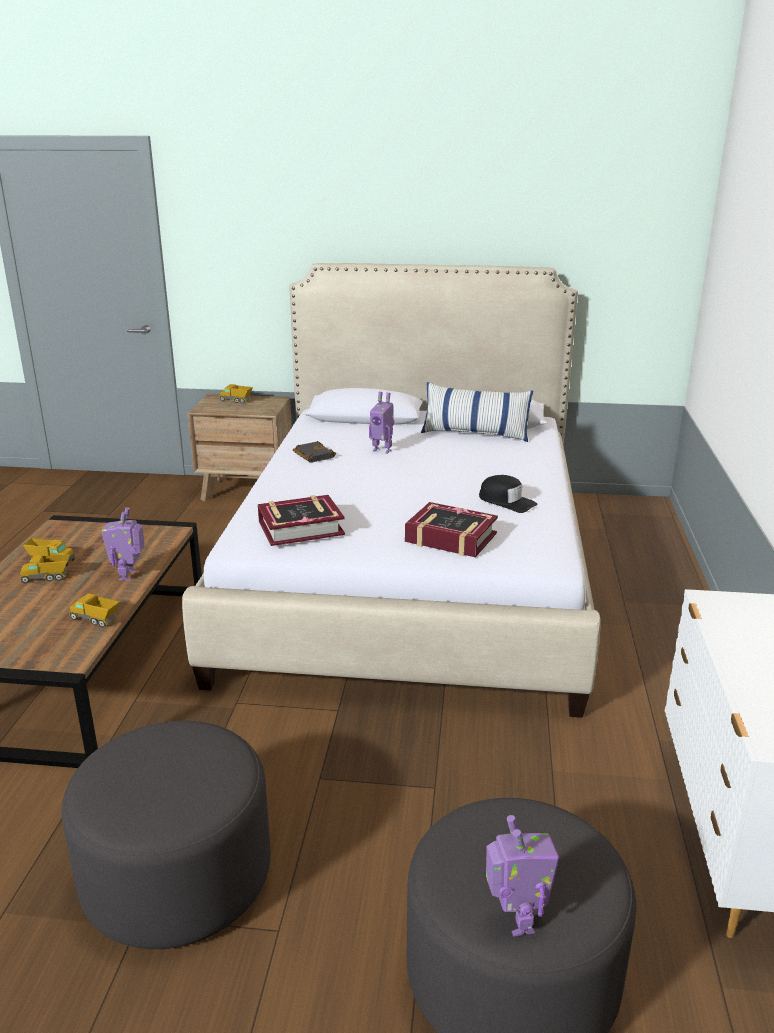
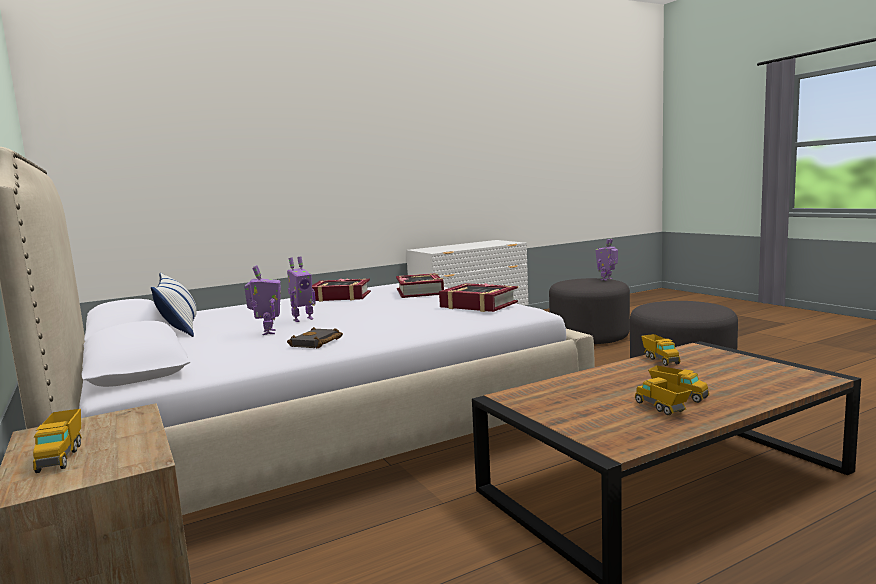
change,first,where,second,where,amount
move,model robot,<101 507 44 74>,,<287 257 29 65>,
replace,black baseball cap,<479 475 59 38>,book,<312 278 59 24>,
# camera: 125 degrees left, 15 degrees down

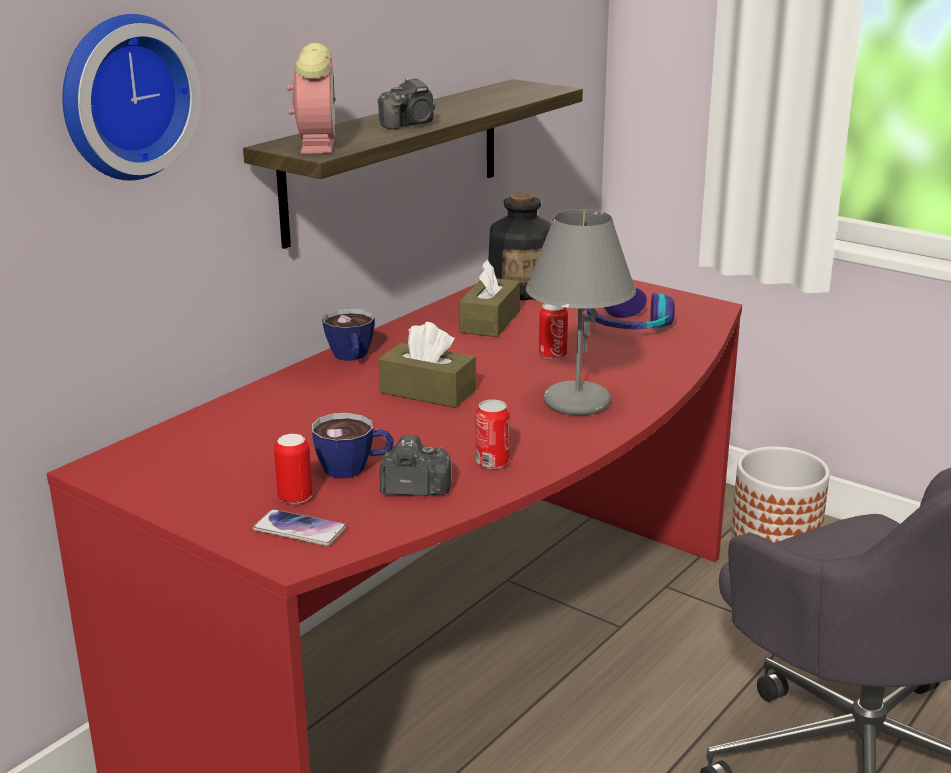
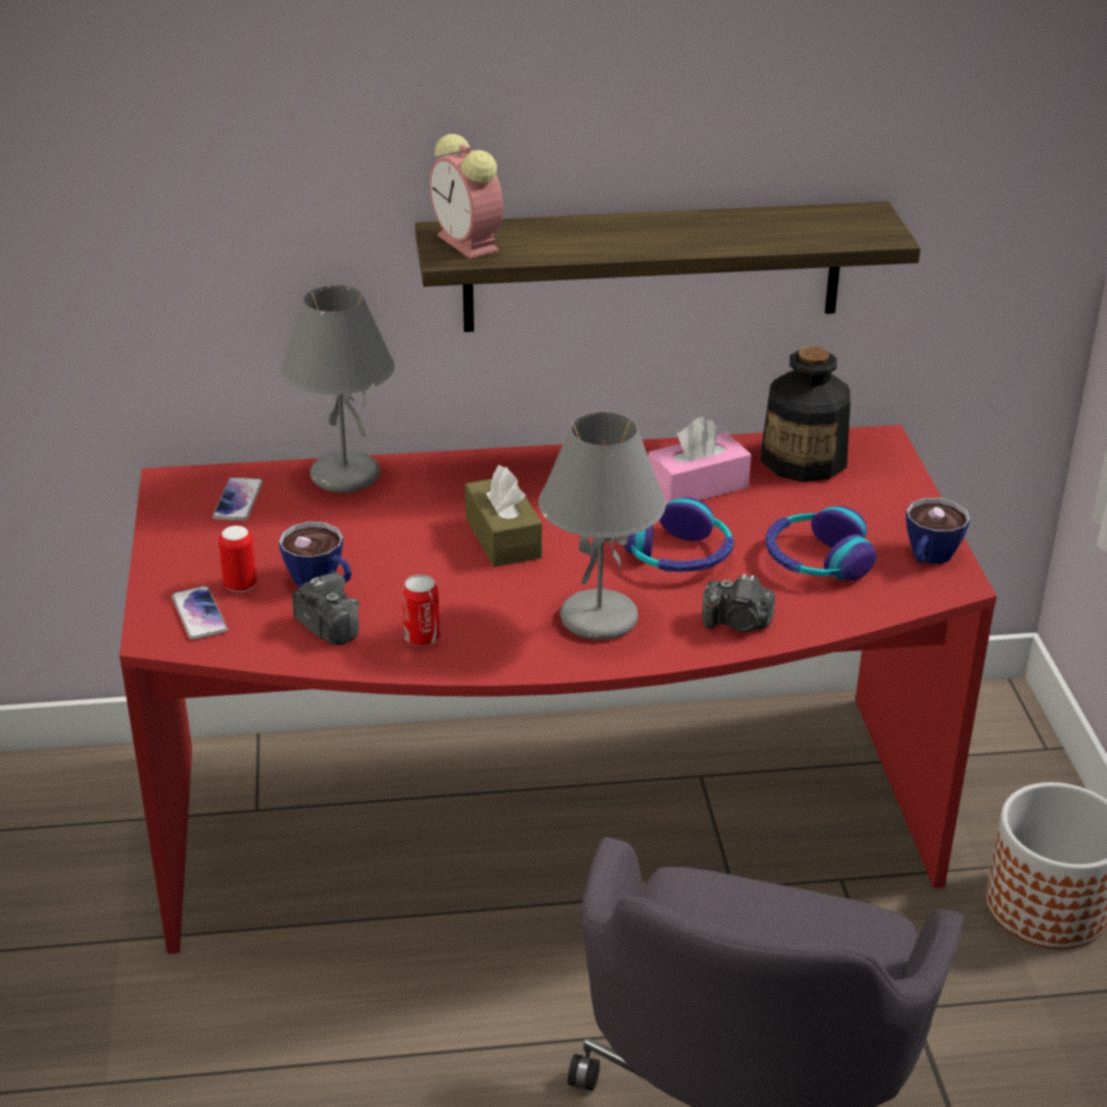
change,first,where,second,where,amount
insert,,,telephone,<213 477 50 44>,
insert,,,greyish lamp for a table,<281 285 114 208>,
rotate,table clock,<287 43 49 111>,,<430 134 73 125>,105 degrees clockwise
replace,sealed can,<539 303 29 56>,headphones,<624 497 110 75>,
recolor,brownish tissue box,<459 260 61 77>,pink-coloured tissue box,<648 417 103 87>,
move,still camera,<378 77 57 53>,,<702 574 73 58>,
move,drinking cup,<322 309 53 52>,,<906 498 64 66>,
delete,clock on the wall,<62 14 139 167>,,,
# camera: 45 degrees right, 10 degrees up

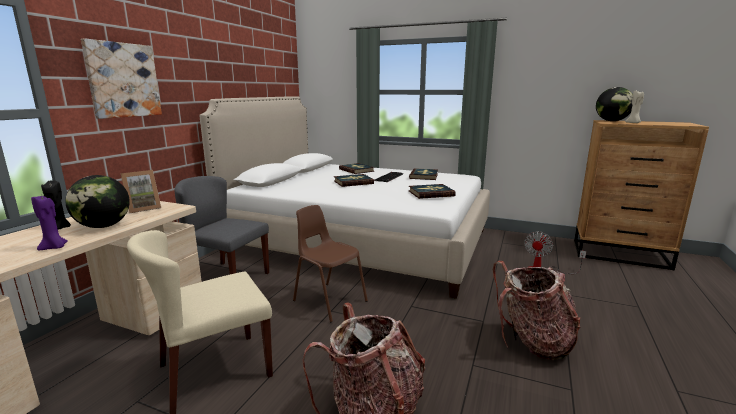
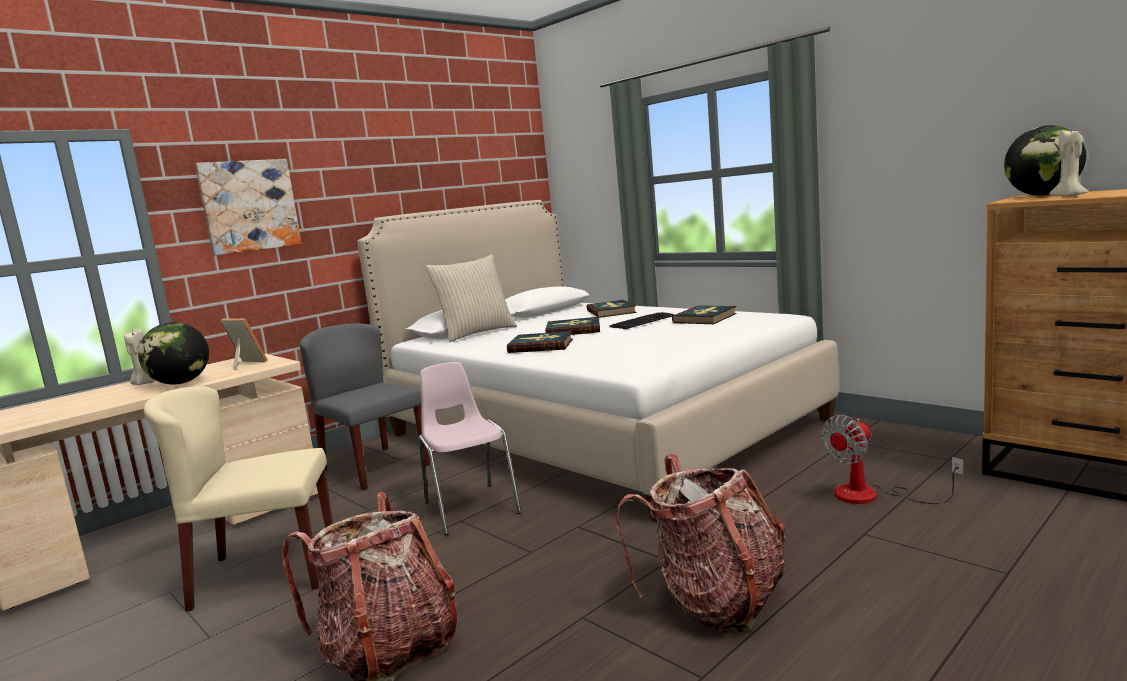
change,first,where,second,where,amount
recolor,black wax candle,<41 180 30 49>,sand-coloured wax candle,<124 329 30 56>,
rotate,standing frame,<121 170 40 43>,,<220 318 48 52>,135 degrees counterclockwise
recolor,brownish chair,<293 205 75 118>,pink-coloured chair,<418 362 104 173>,
insert,,,sand-coloured pillow,<425 254 92 88>,
move,book,<409 184 47 15>,,<507 331 66 22>,
delete,purple-coloured wax candle,<31 194 37 56>,,,
# camera: 25 degrees right, 5 degrees down

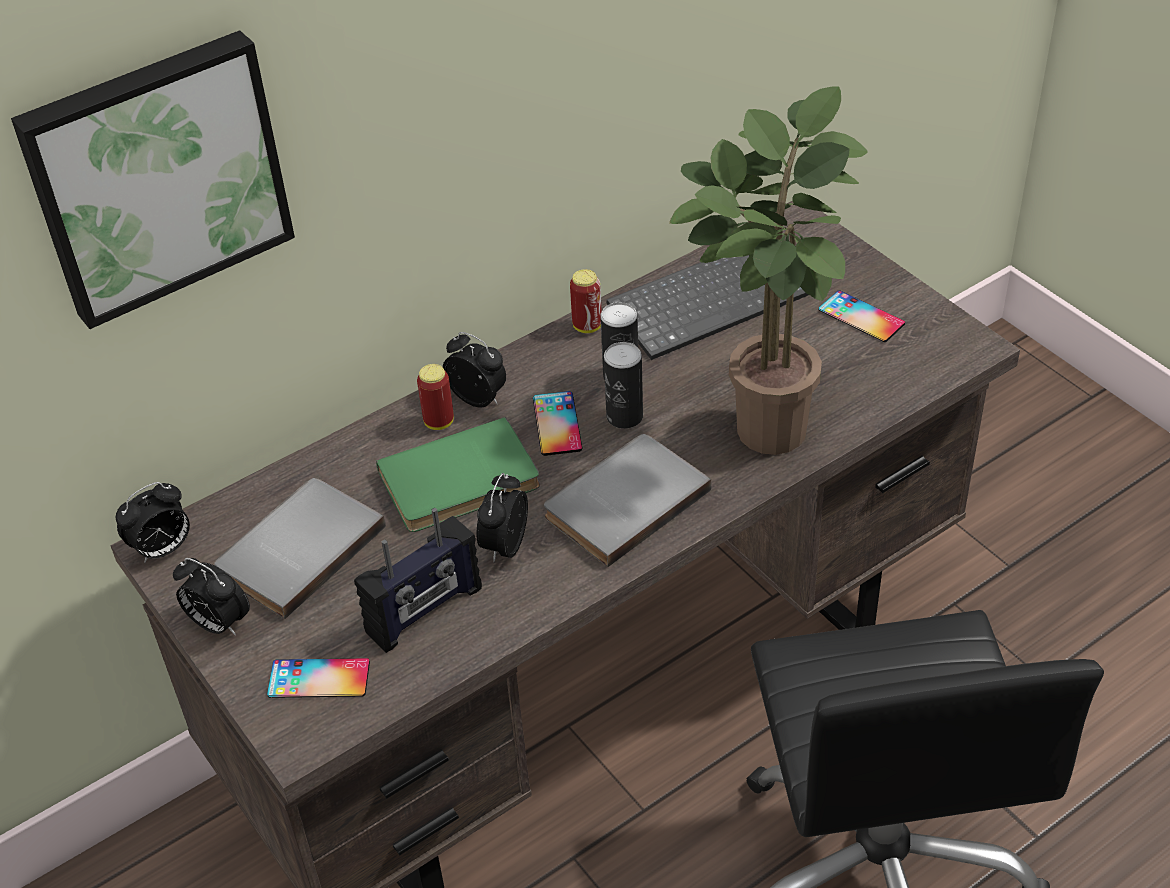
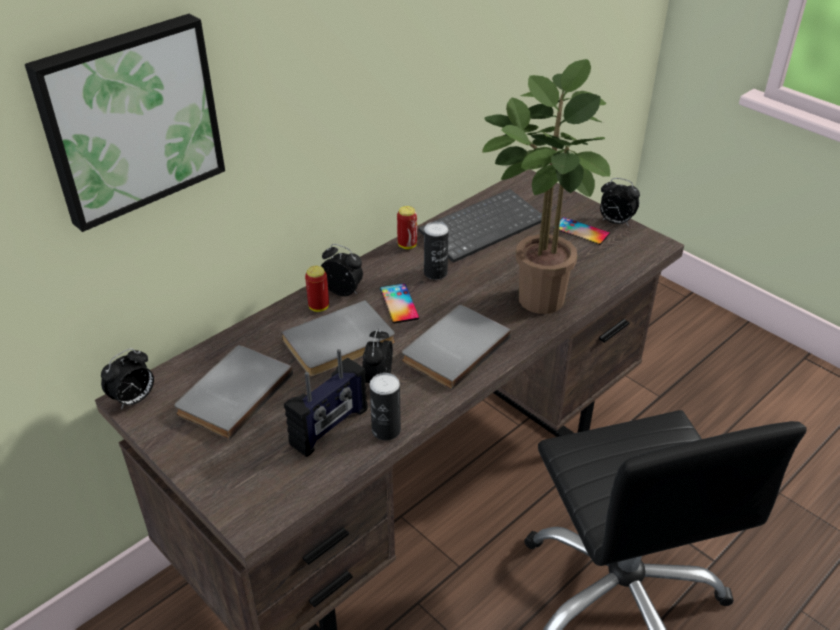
change,first,where,second,where,amount
recolor,greenish book,<376 417 164 115>,greyish book,<281 300 114 77>,
move,sealed can,<604 342 39 87>,,<370 373 31 67>,
move,table clock,<173 558 77 78>,,<600 178 40 48>,
delete,telephone,<267 658 103 40>,,,
# camera: 10 degrees left, 5 degrees down

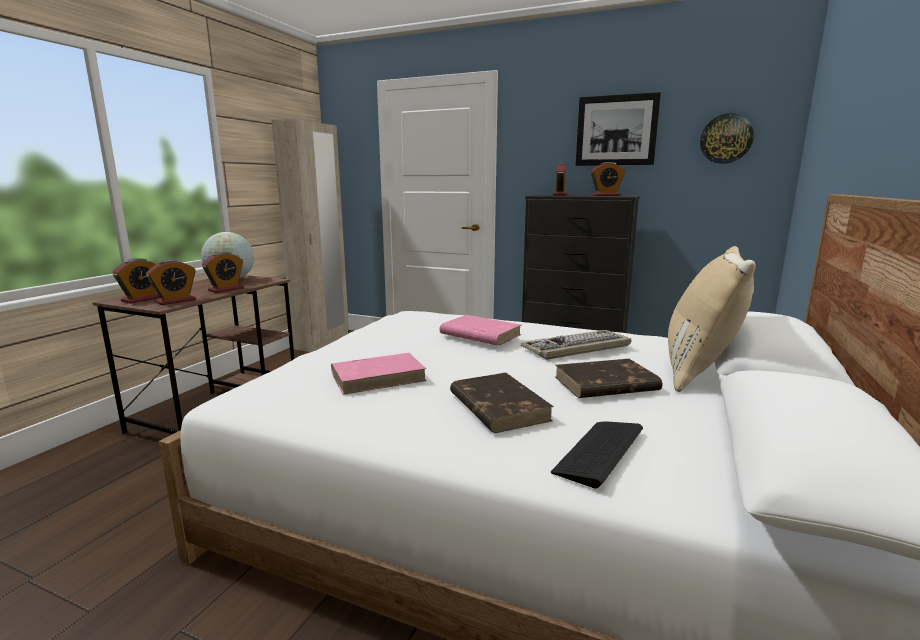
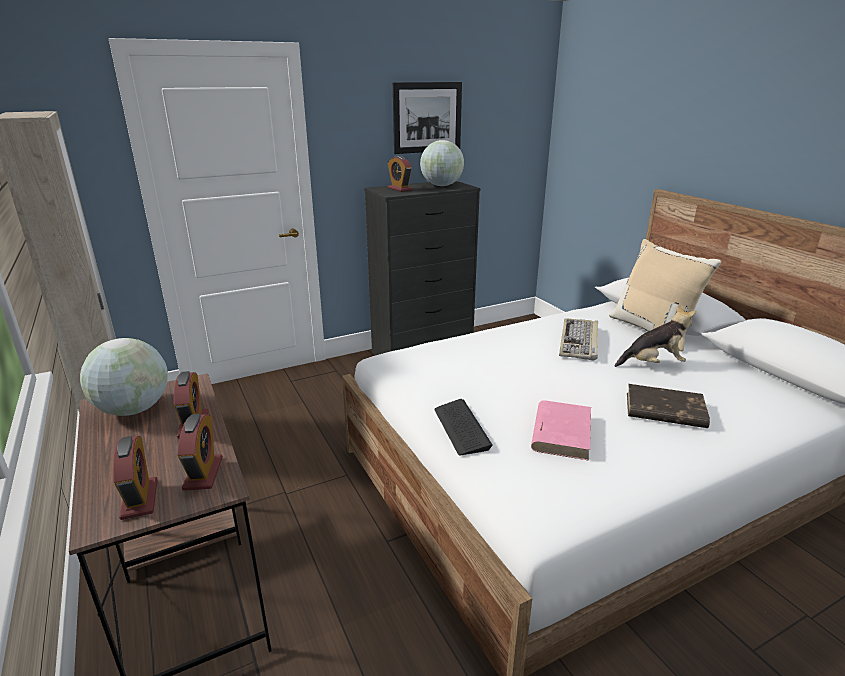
change,first,where,second,where,amount
replace,table clock,<591 162 34 34>,desk globe,<420 140 44 46>,
move,keyboard,<551 421 92 68>,,<434 399 59 56>,
replace,brownish book,<555 359 107 39>,soft toy,<615 304 82 63>,
delete,pink-coloured book,<439 315 82 31>,,,
delete,clock on the wall,<700 113 54 51>,,,
# camera: 50 degrees left, 10 degrees up

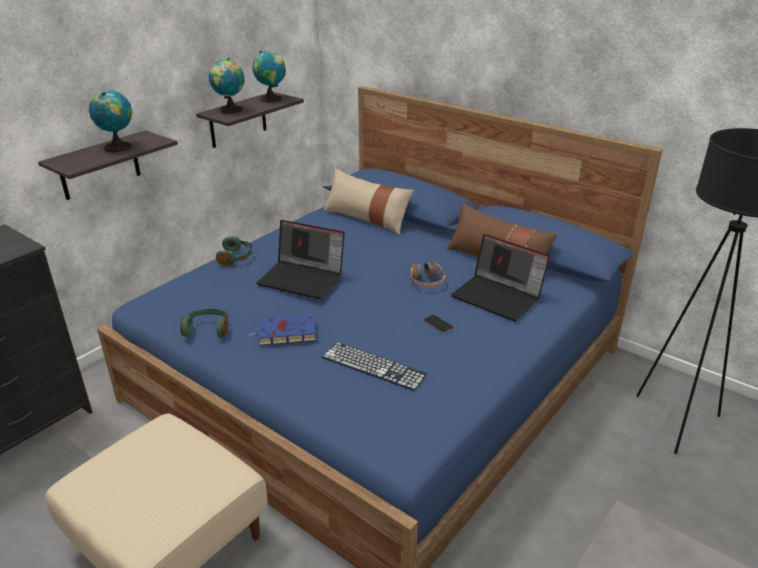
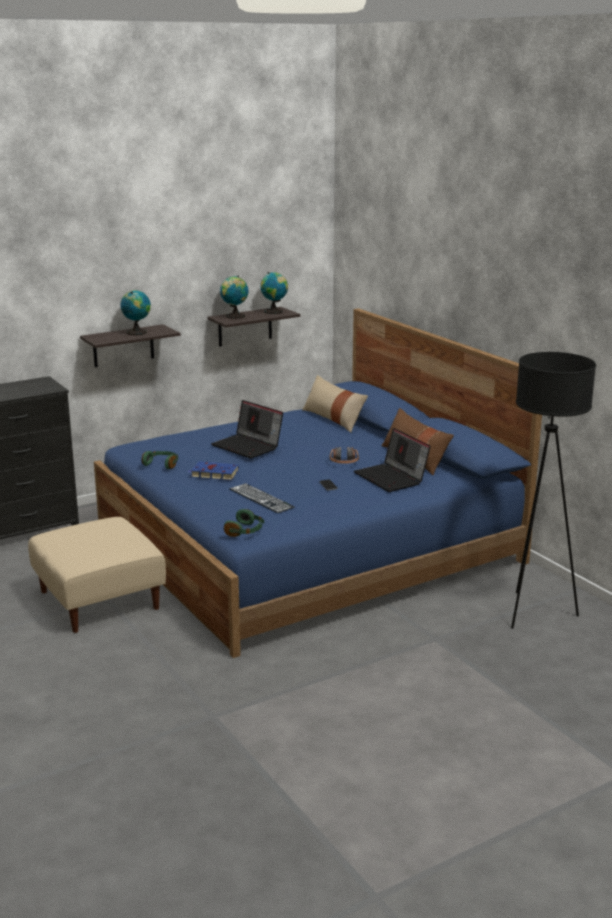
change,first,where,second,where,amount
move,greenish headphones,<216 236 36 30>,,<224 509 40 28>,
# camera: 20 degrees right, 10 degrees down

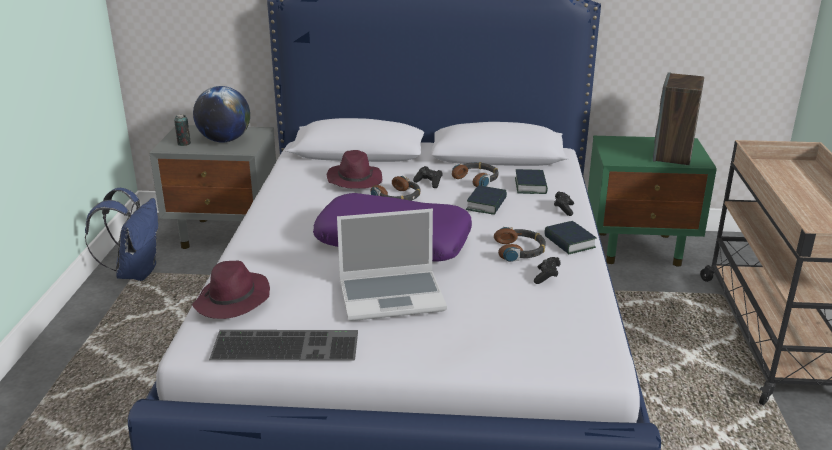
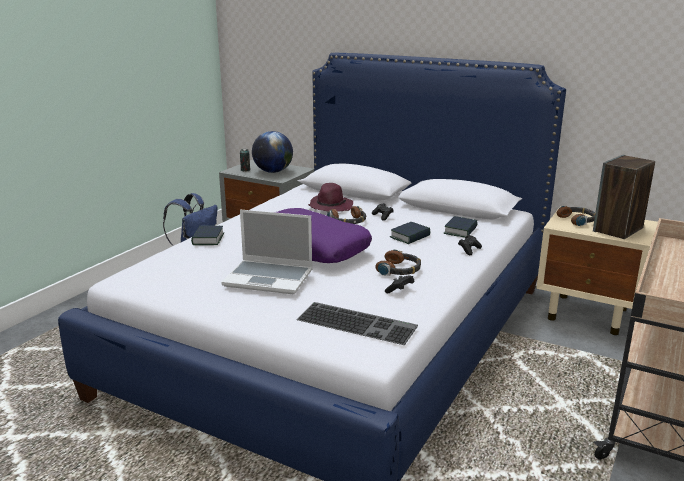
change,first,where,second,where,amount
move,book,<544 221 53 33>,,<191 226 33 19>,
move,keyboard,<209 330 149 30>,,<297 302 121 43>,
recolor,greenish bedside table,<588 136 129 131>,sand-coloured bedside table,<536 207 122 128>,
move,headphones,<452 162 47 25>,,<557 206 38 20>,
delete,purple-coloured wearable hat,<192 261 78 58>,,,
# camera: 25 degrees right, 5 degrees down

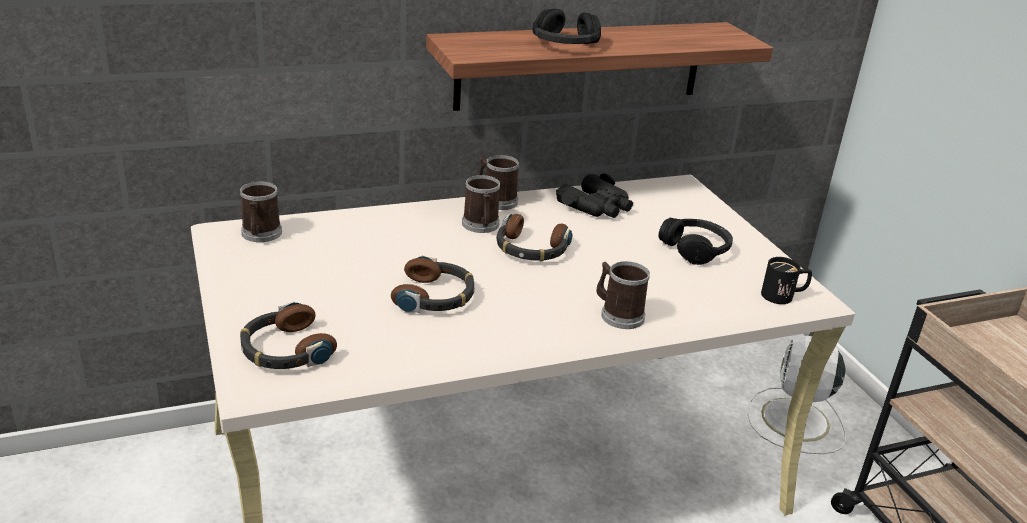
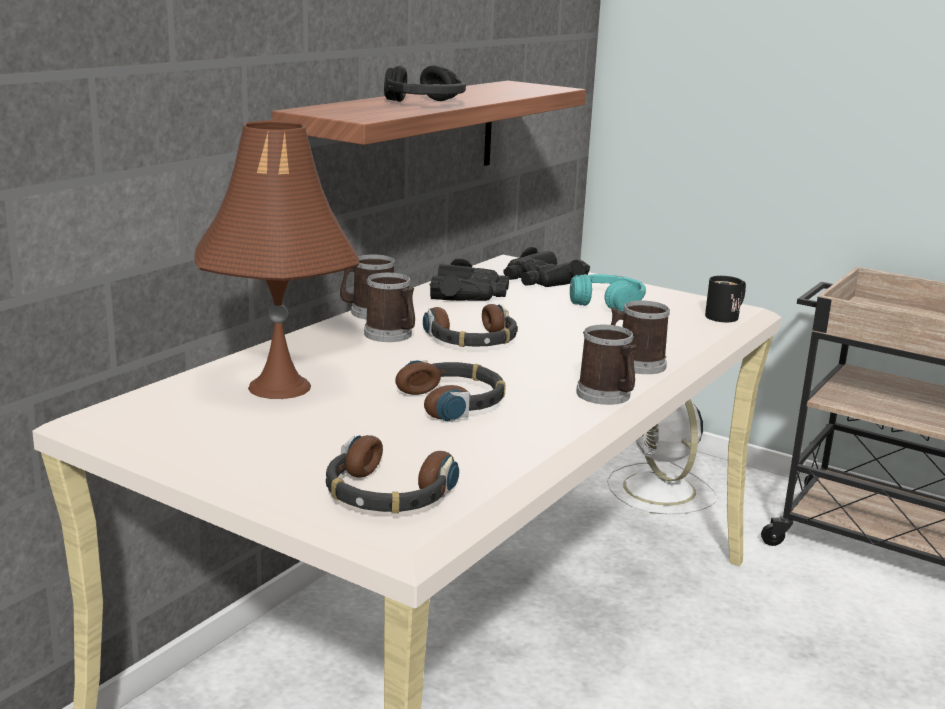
change,first,where,second,where,amount
insert,,,brownish lamp for a table,<195 120 164 279>,
insert,,,black binoculars,<504 247 86 40>,
recolor,black headphones,<659 217 74 48>,turquoise headphones,<570 274 76 37>,
move,mug,<240 181 42 61>,,<576 325 60 80>,
# camera: 35 degrees left, 10 degrees down

